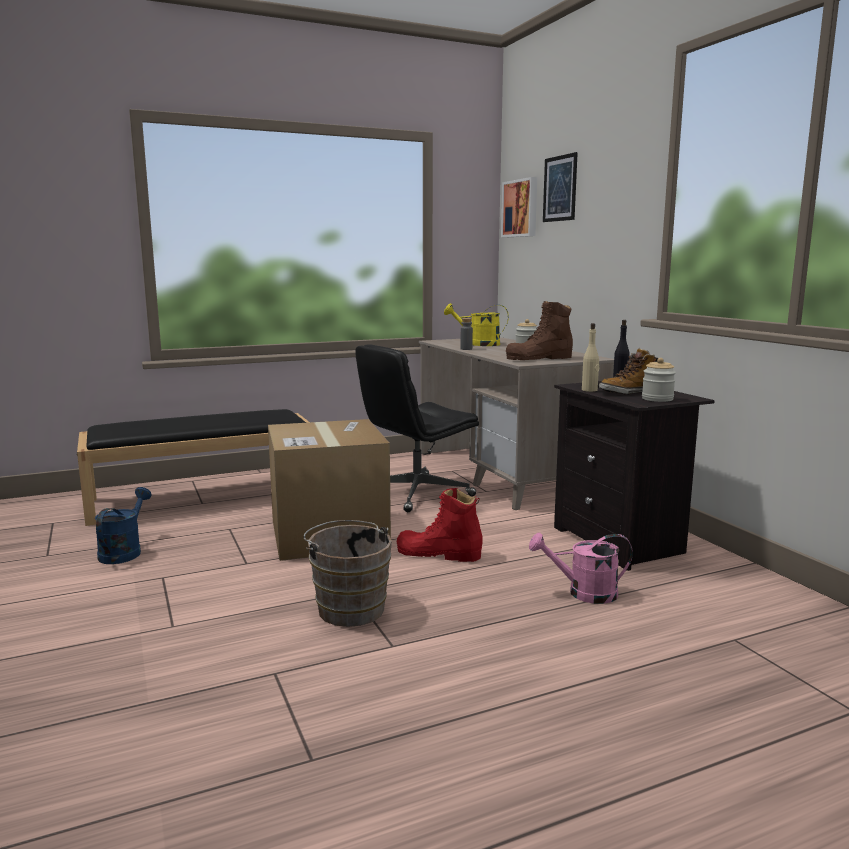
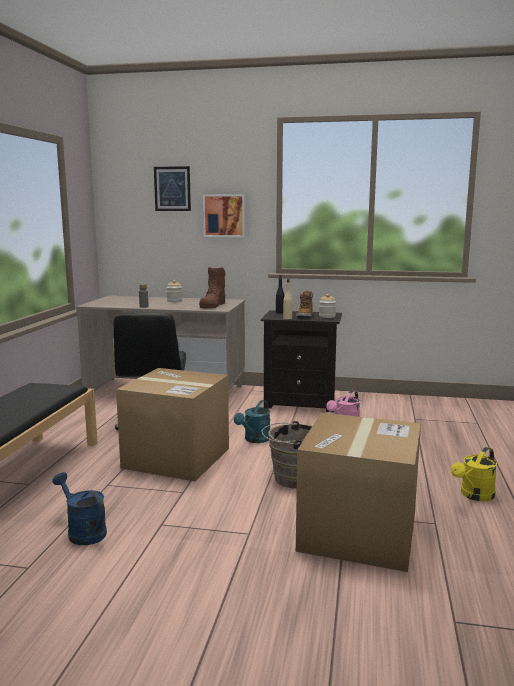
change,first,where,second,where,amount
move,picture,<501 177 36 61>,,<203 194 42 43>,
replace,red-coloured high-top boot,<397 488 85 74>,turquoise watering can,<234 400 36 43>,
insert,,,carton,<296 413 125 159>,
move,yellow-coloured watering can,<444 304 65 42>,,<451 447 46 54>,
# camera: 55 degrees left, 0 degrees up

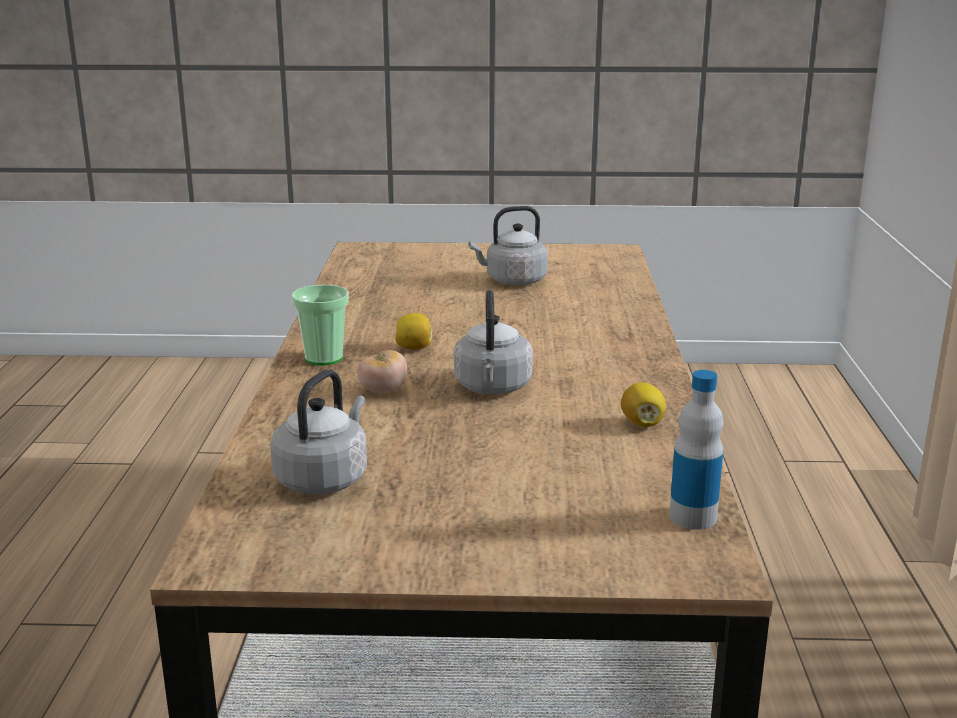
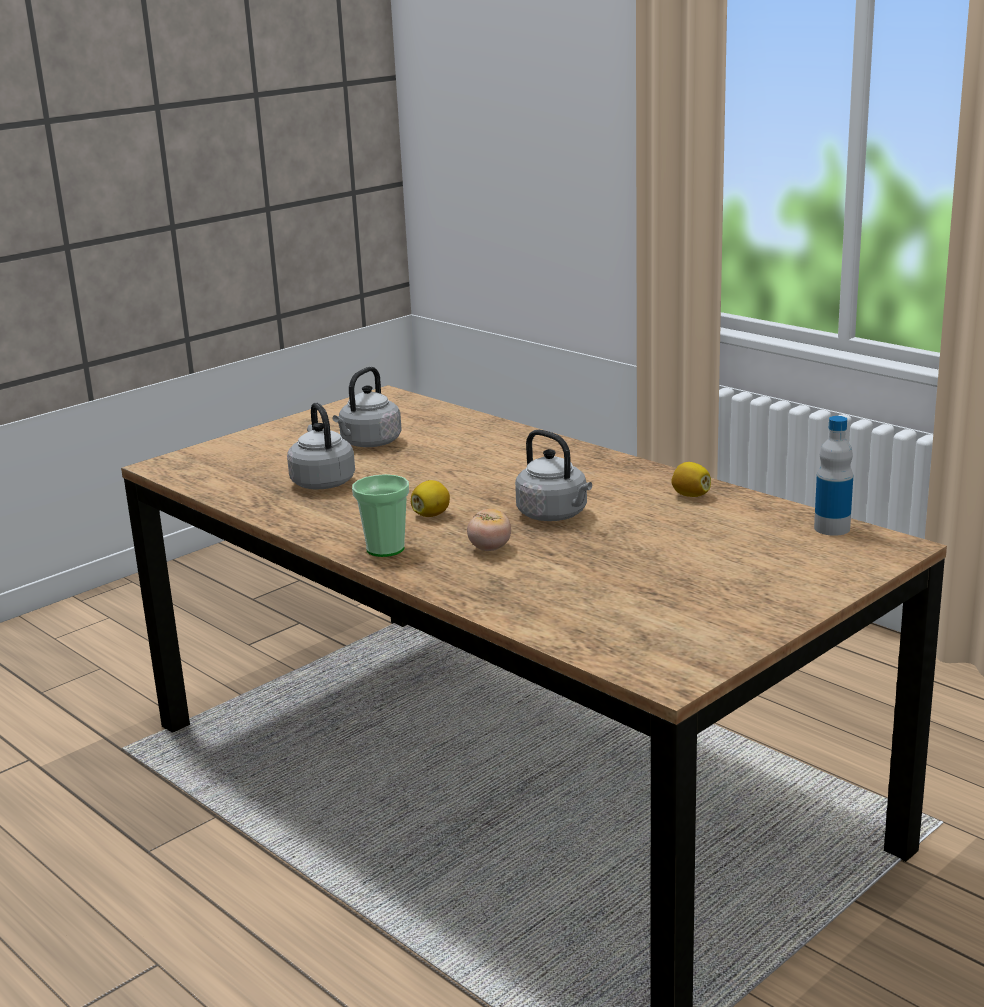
change,first,where,second,where,amount
move,greyish water kettle,<270 369 97 125>,,<287 402 68 87>,
# camera: 45 degrees left, 0 degrees up

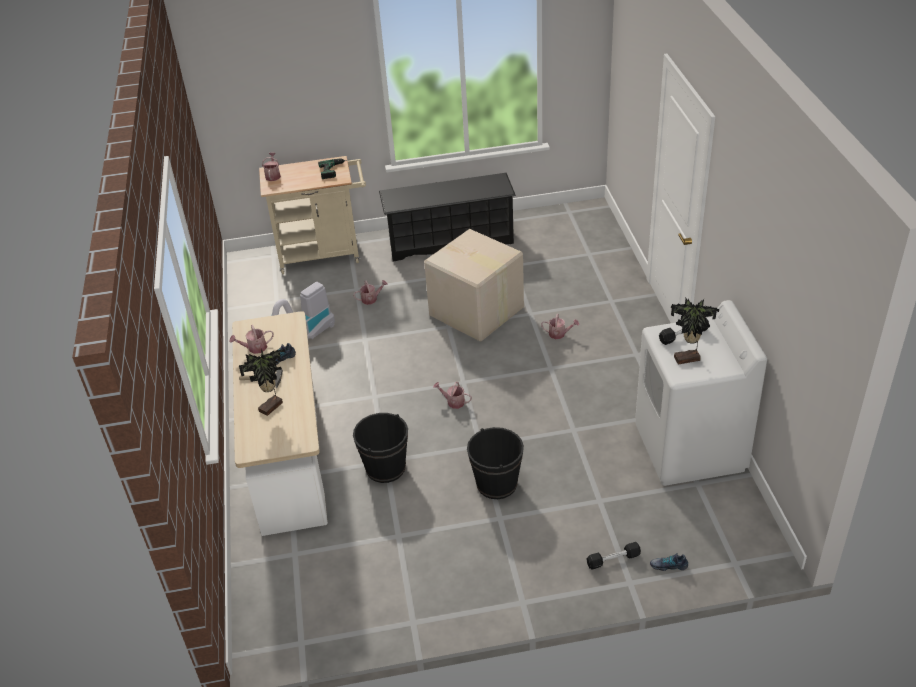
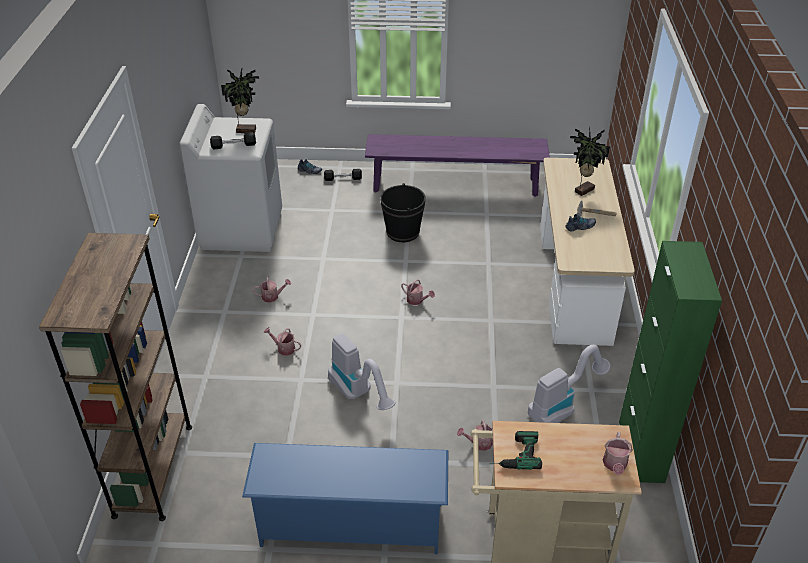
change,first,where,second,where,amount
insert,,,brownish shelving unit,<39 233 153 288>,
recolor,black shoe rack,<379 173 137 89>,blue shoe rack,<242 443 206 111>,
move,watering can,<230 325 44 29>,,<252 277 39 26>,
replace,carton,<424 229 100 113>,hoover,<328 333 67 77>,
insert,,,purple-coloured long seat,<365 134 185 63>,
insert,,,greenish storage cabinet,<619 241 103 242>,
delete,black bucket,<353 413 55 70>,,,
# camera: 170 degrees left, 0 degrees up

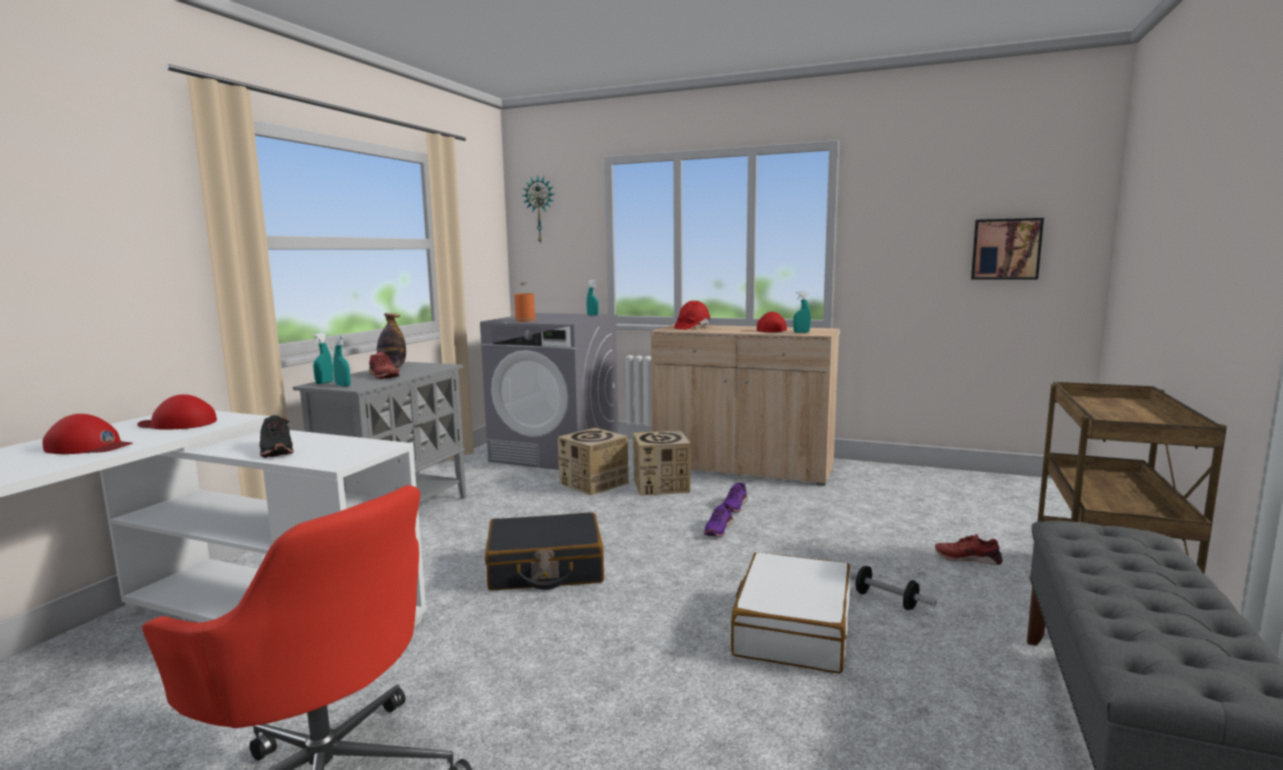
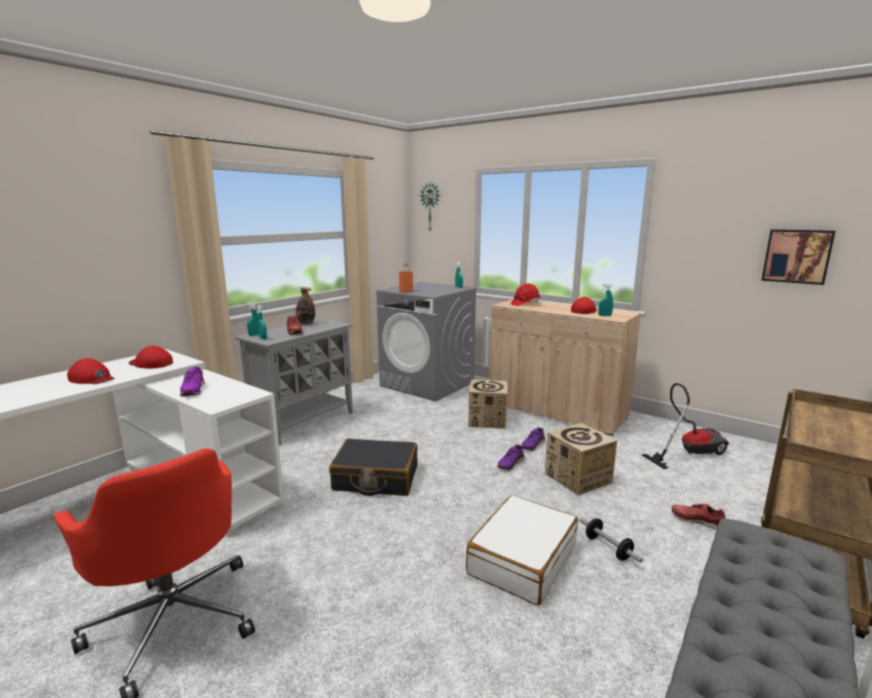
change,first,where,second,where,amount
recolor,black shoe,<259 415 35 43>,purple-coloured shoe,<180 367 25 29>,
move,carton,<558 428 71 67>,,<545 423 72 73>,
insert,,,hoover,<642 383 87 86>,
# camera: 15 degrees right, 5 degrees up

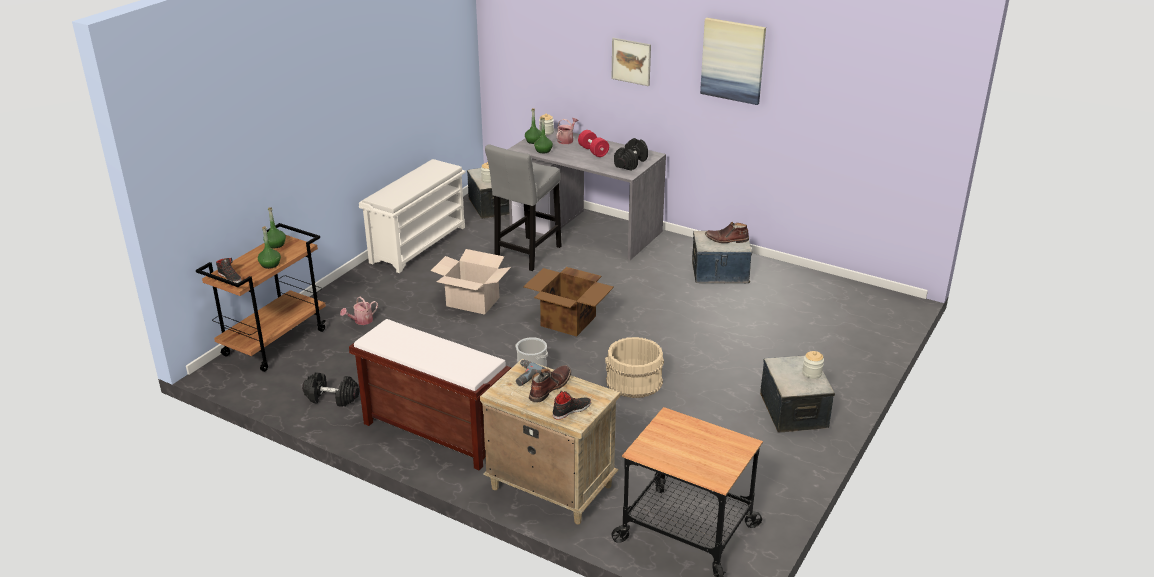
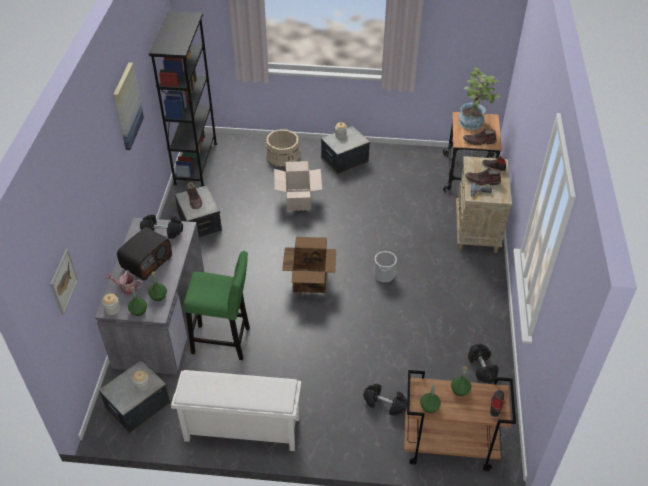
change,first,where,second,where,amount
move,picture,<611 38 40 48>,,<50 249 28 66>,
replace,red-coloured dumbbell,<578 130 31 27>,radio receiver,<117 227 55 53>,
insert,,,black shelving unit,<149 11 68 176>,
recolor,greyish sitting stool,<485 144 76 127>,greenish sitting stool,<184 251 66 109>,
move,sand-coloured bucket,<605 337 59 61>,,<266 129 34 38>,
move,carton,<431 249 80 66>,,<274 161 48 50>,
replace,watering can,<340 297 38 28>,black dumbbell,<363 384 44 32>,
insert,,,plant in a pot,<459 67 41 63>,
insert,,,brownish high-top boot,<463 128 33 17>,
delete,brownish long seat,<349 319 162 151>,,,
# camera: 115 degrees left, 15 degrees up

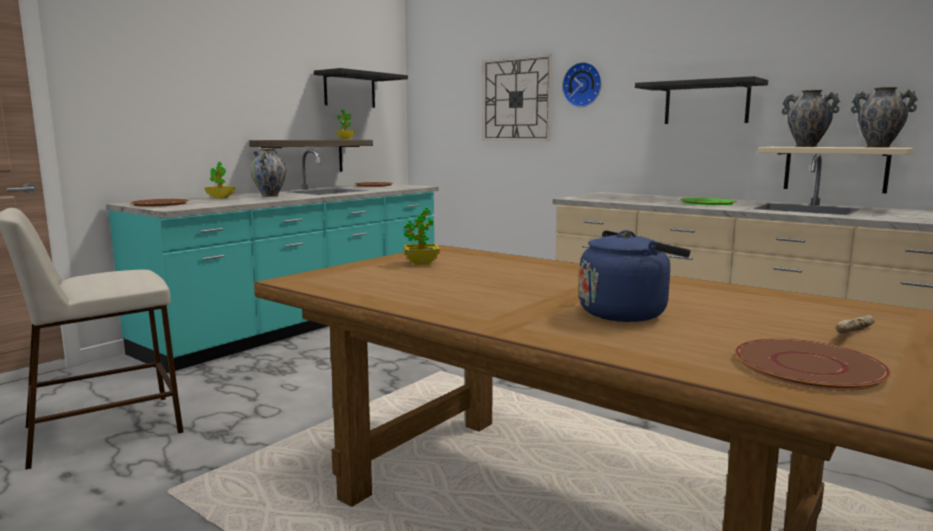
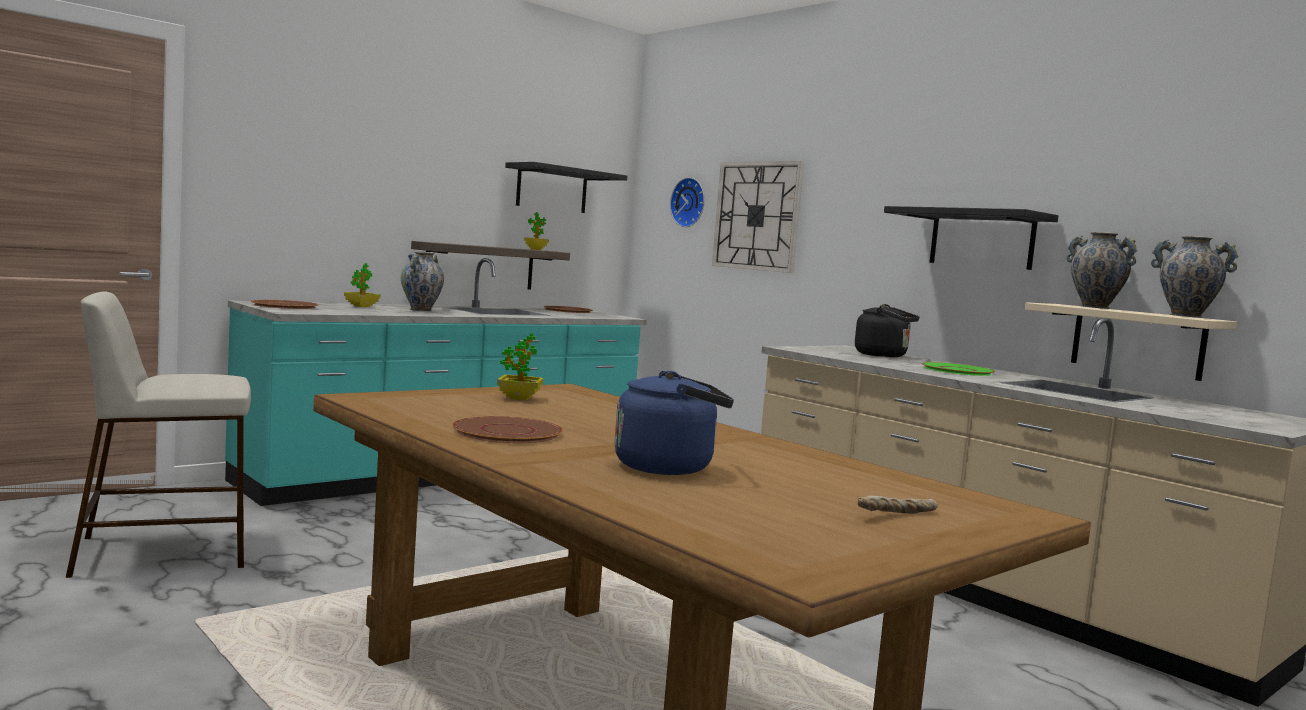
change,first,where,second,where,amount
move,brownish plate,<735 338 156 53>,,<452 416 111 27>,
move,clock on the wall,<562 62 40 45>,,<670 177 35 50>,
insert,,,black water kettle,<855 304 64 53>,
# camera: 10 degrees right, 5 degrees down

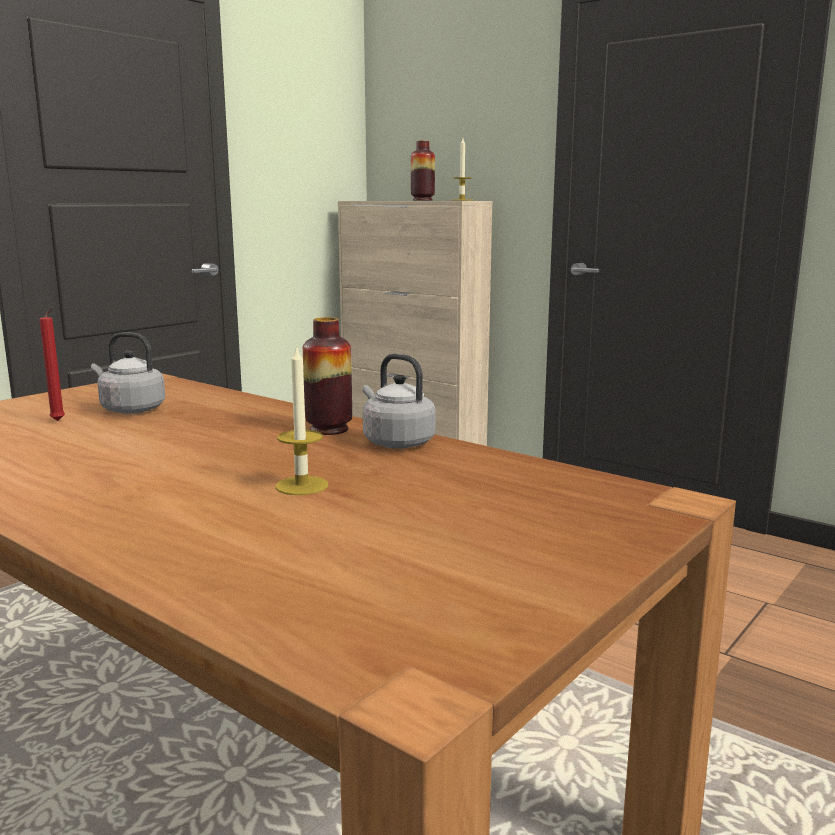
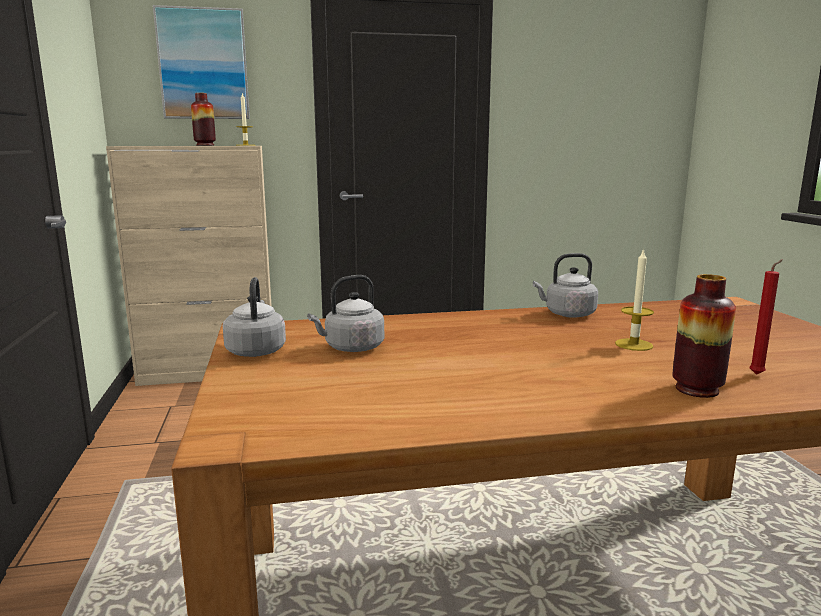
change,first,where,second,where,amount
insert,,,picture,<153 5 97 114>,
insert,,,greyish water kettle,<223 277 63 80>,
move,vase,<303 317 49 118>,,<672 274 64 124>,
move,red-coloured wax candle,<39 307 26 114>,,<749 259 34 116>,
# camera: 50 degrees left, 0 degrees up

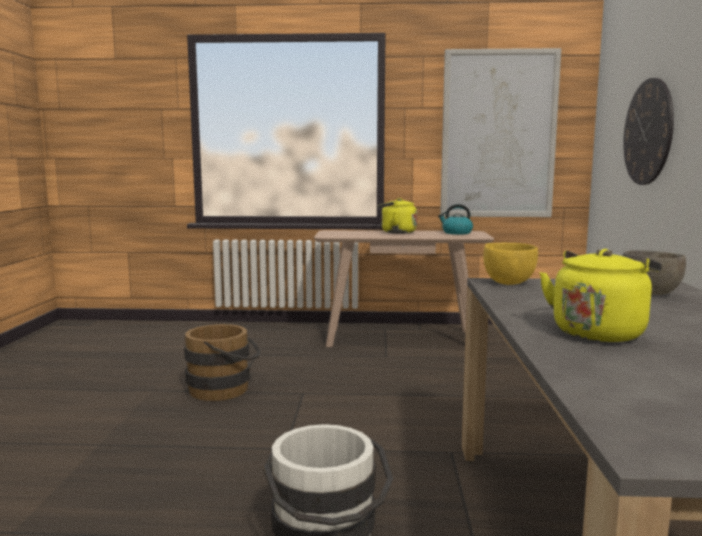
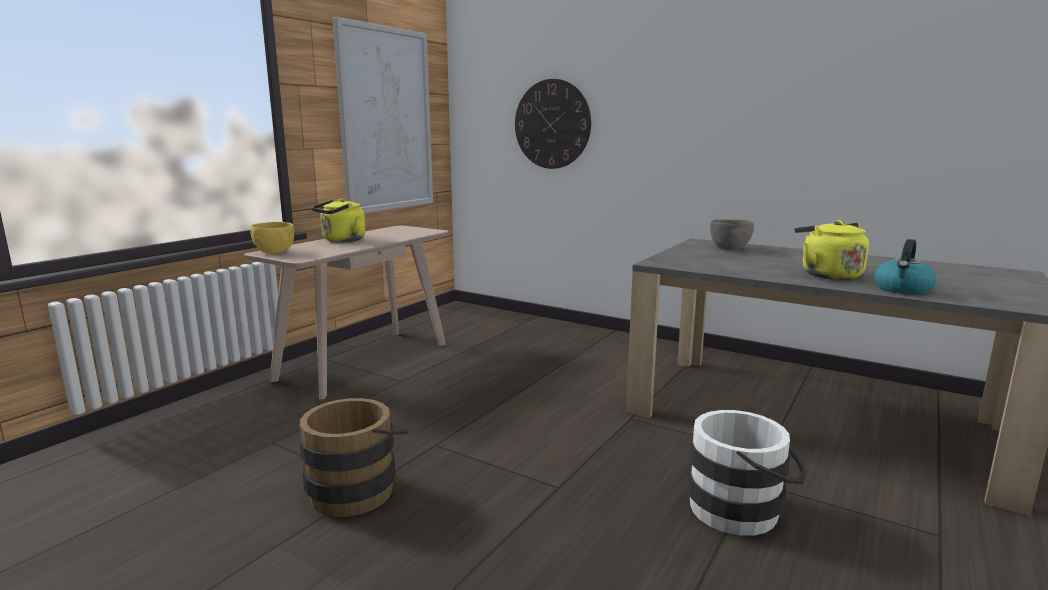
change,first,where,second,where,amount
move,yellow-coloured deep dish,<483 243 55 42>,,<250 222 44 32>,
move,water kettle,<438 204 35 31>,,<874 239 62 56>,
# camera: 60 degrees left, 5 degrees up

